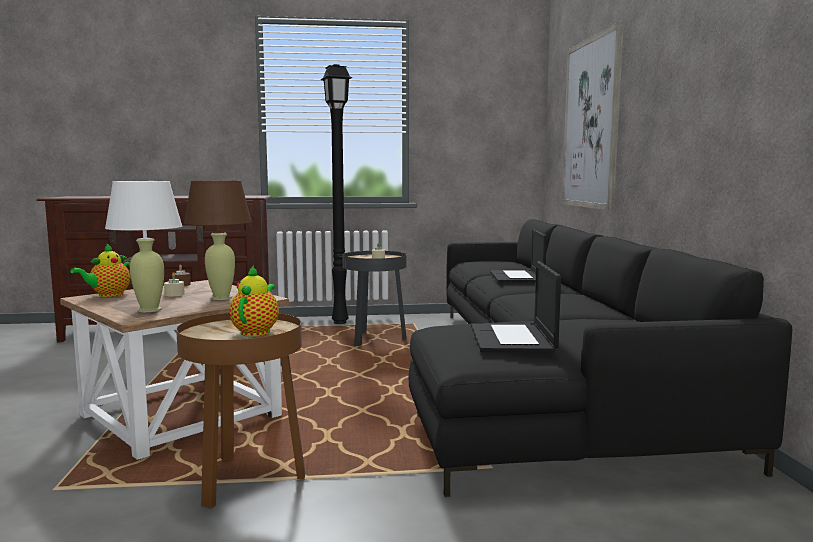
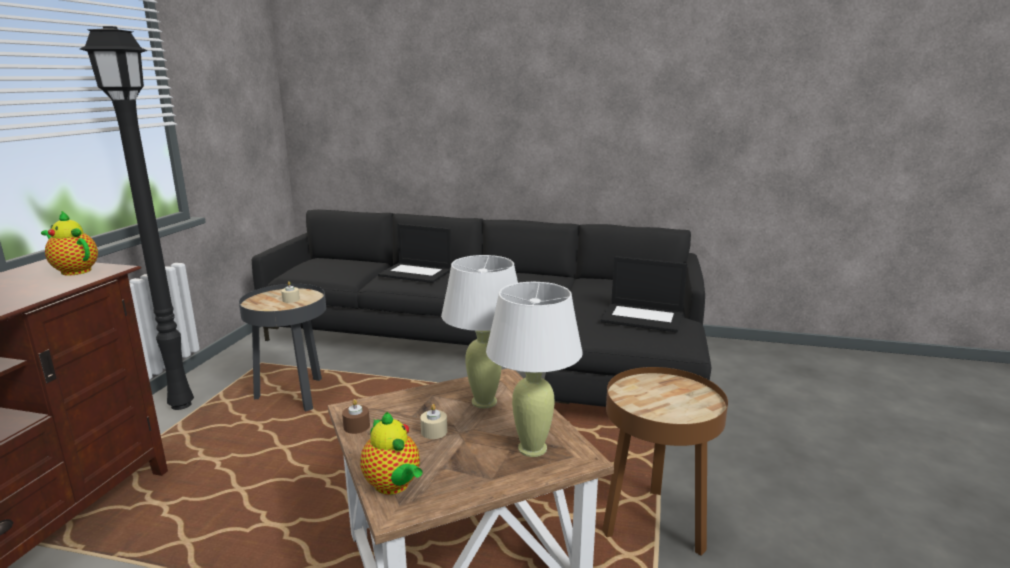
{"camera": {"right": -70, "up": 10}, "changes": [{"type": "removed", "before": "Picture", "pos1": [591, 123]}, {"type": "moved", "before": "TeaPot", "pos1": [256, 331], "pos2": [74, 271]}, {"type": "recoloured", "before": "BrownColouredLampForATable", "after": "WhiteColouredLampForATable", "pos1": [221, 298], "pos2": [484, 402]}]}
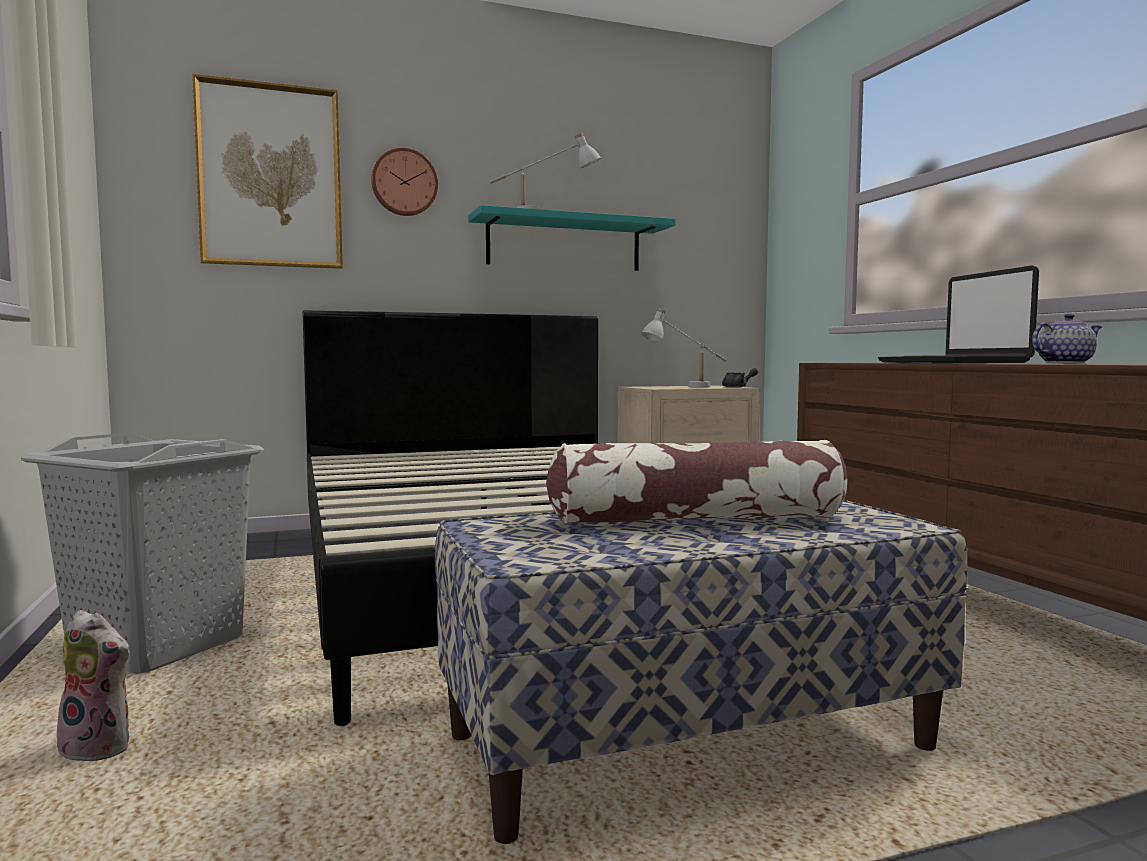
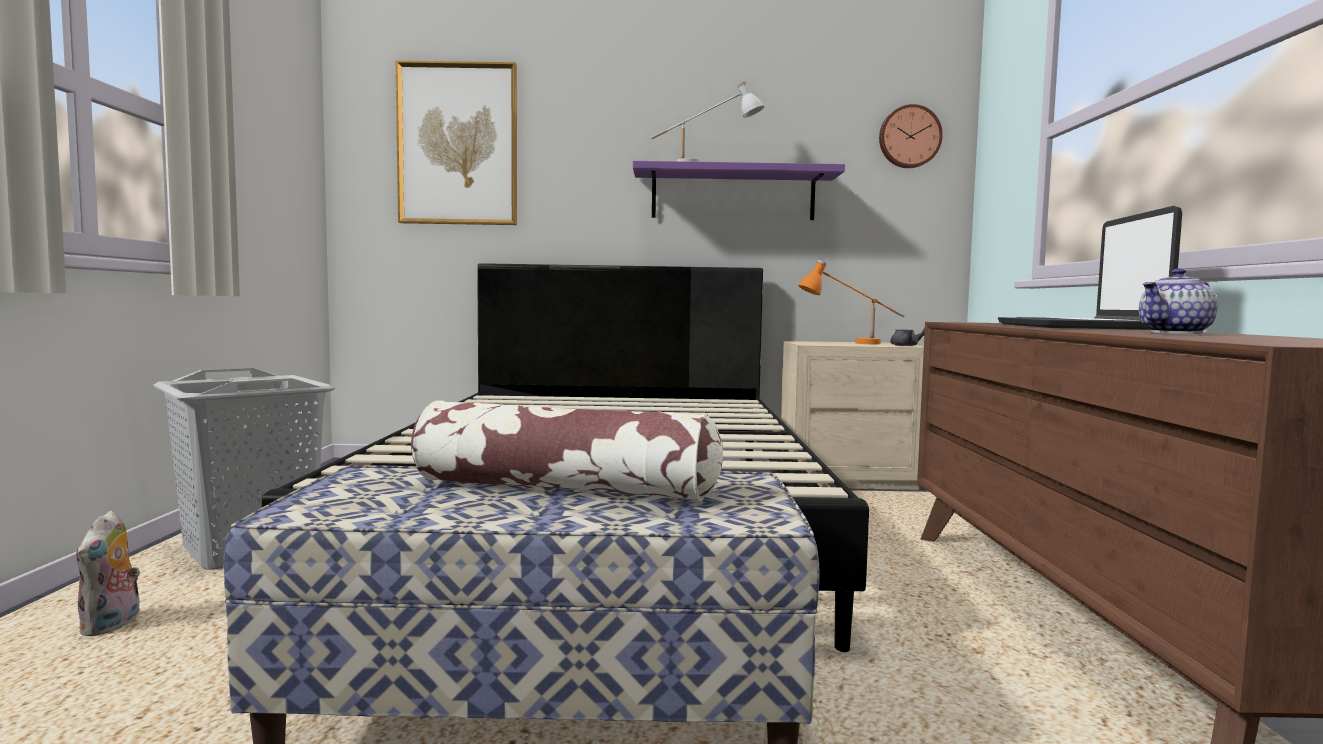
{"camera": {"right": 20, "up": 0}, "changes": [{"type": "moved", "before": "WallClock", "pos1": [404, 183], "pos2": [909, 137]}, {"type": "recoloured", "before": "BlueGreenBracketShelf", "after": "PurpleColouredBracketShelf", "pos1": [564, 244], "pos2": [733, 195]}, {"type": "recoloured", "before": "WhiteColouredLampForATable", "after": "OrangeColouredLampForATable", "pos1": [685, 387], "pos2": [850, 343]}, {"type": "turned", "before": "PlushToy", "pos1": [102, 749], "pos2": [112, 627], "turn": 45}, {"type": "turned", "before": "TeaPot", "pos1": [1064, 363], "pos2": [1176, 333], "turn": 150}]}
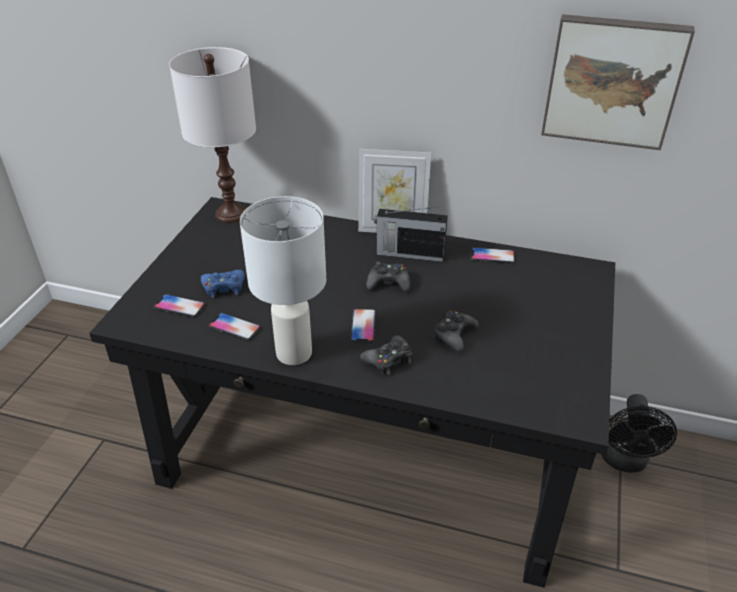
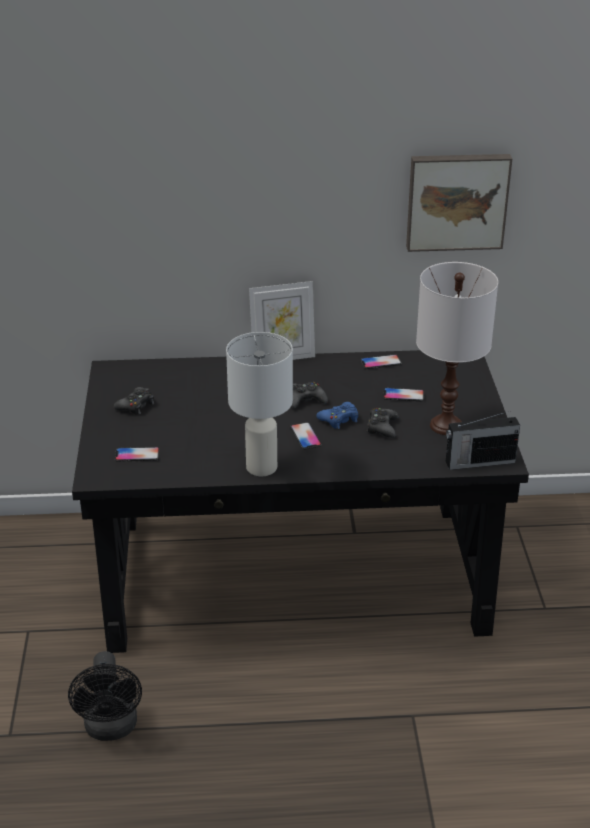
{"camera": {"right": -20, "up": -5}, "changes": [{"type": "moved", "before": "WhiteColouredLampForATable", "pos1": [231, 214], "pos2": [447, 425]}, {"type": "moved", "before": "BlueGamepad", "pos1": [224, 287], "pos2": [339, 419]}, {"type": "moved", "before": "Handset", "pos1": [234, 327], "pos2": [403, 395]}, {"type": "moved", "before": "BlackGamepad", "pos1": [388, 360], "pos2": [136, 405]}, {"type": "moved", "before": "Radio", "pos1": [409, 253], "pos2": [478, 462]}, {"type": "moved", "before": "BlackCoolingFan", "pos1": [624, 461], "pos2": [111, 729]}]}
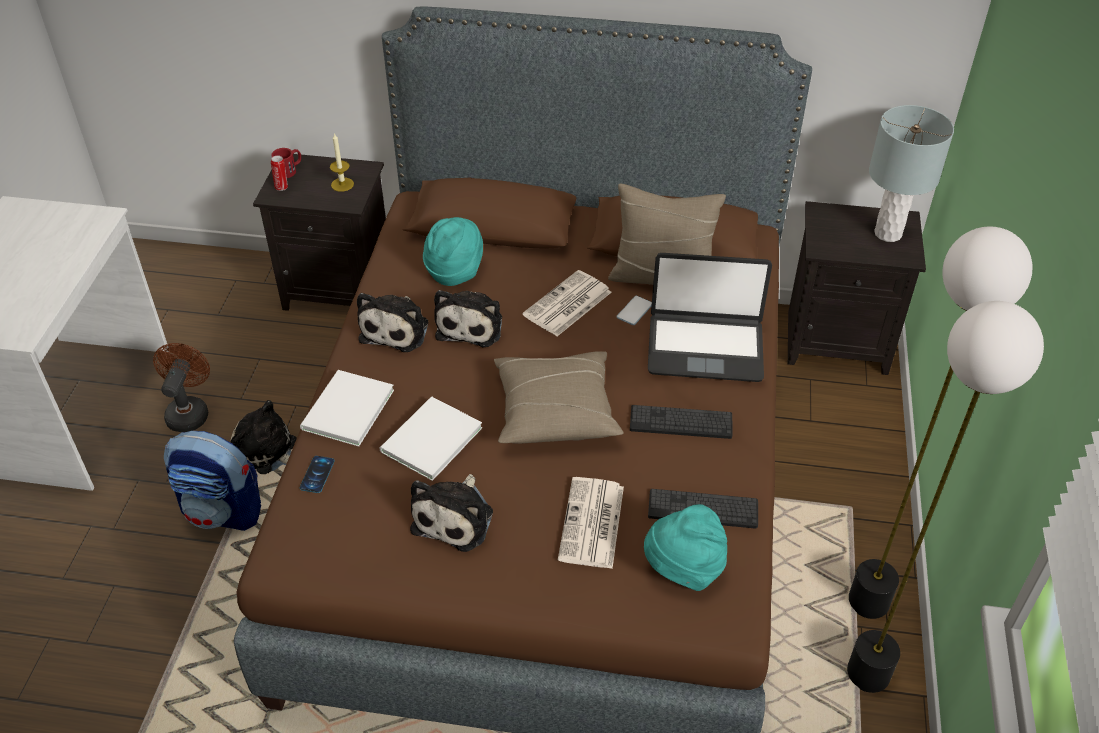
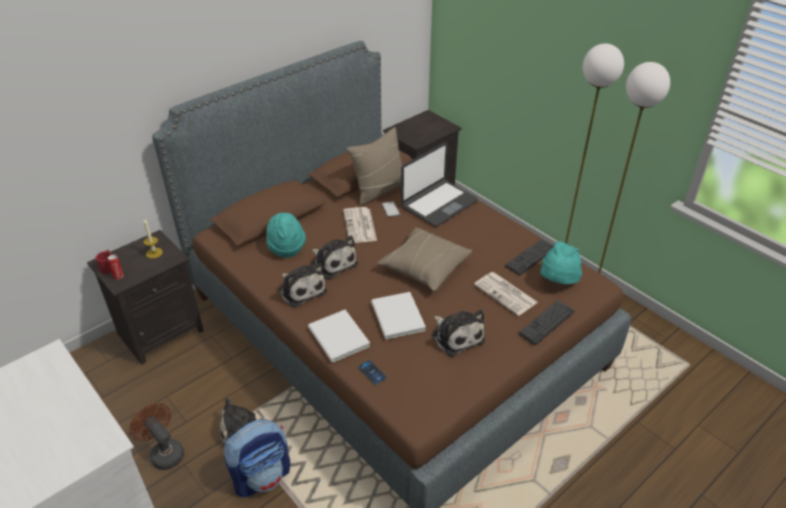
{"camera": {"right": -50, "up": -5}, "changes": [{"type": "removed", "before": "GreyLampForATable", "pos1": [888, 233]}, {"type": "moved", "before": "ComputerKeyboard", "pos1": [681, 422], "pos2": [546, 322]}]}
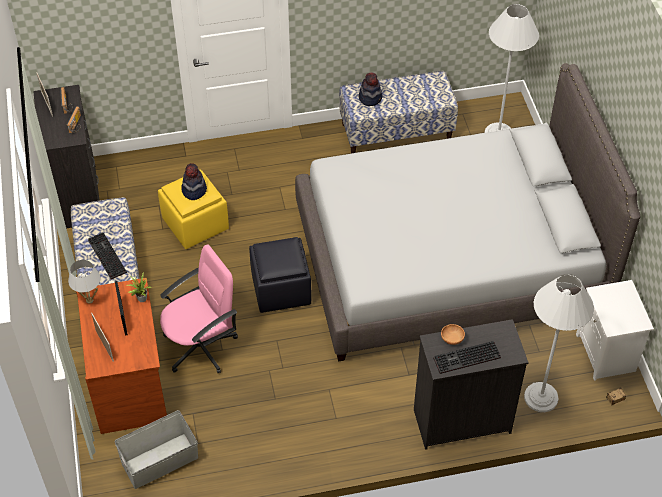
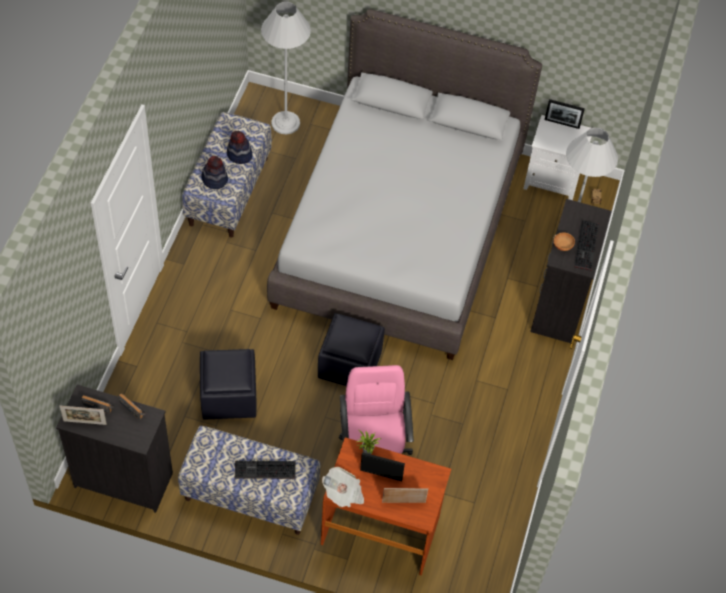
{"camera": {"right": -65, "up": 5}, "changes": [{"type": "removed", "before": "GreyStorageBox", "pos1": [159, 460]}, {"type": "added", "after": "PhotoFrame", "pos2": [562, 123]}, {"type": "moved", "before": "Hat", "pos1": [194, 190], "pos2": [239, 155]}, {"type": "replaced", "before": "WhiteColouredLampForATable", "after": "DailyPaper", "pos1": [89, 300], "pos2": [343, 493]}, {"type": "recoloured", "before": "YellowColouredPouffe", "after": "BlackPouffe", "pos1": [195, 223], "pos2": [228, 396]}]}
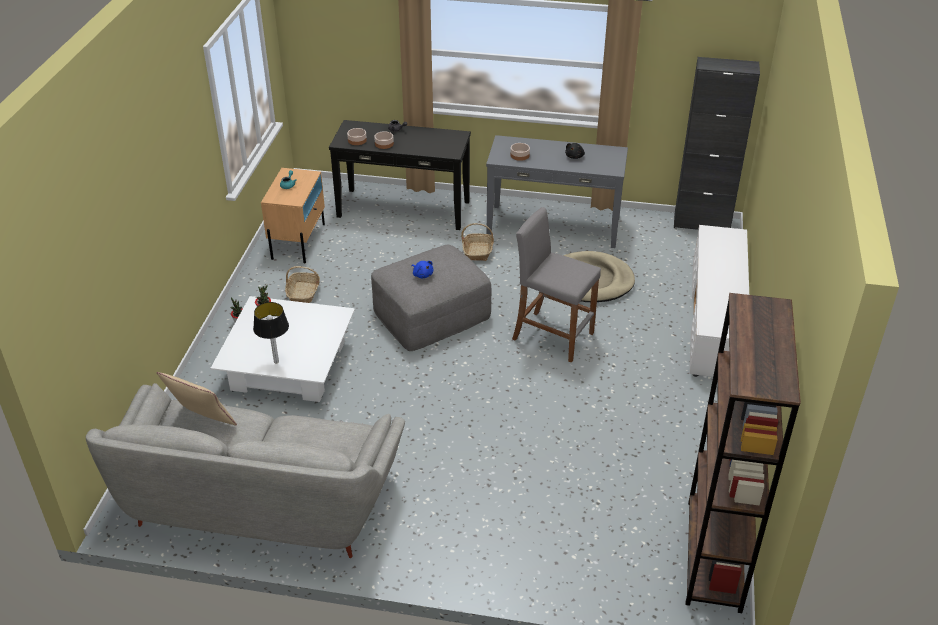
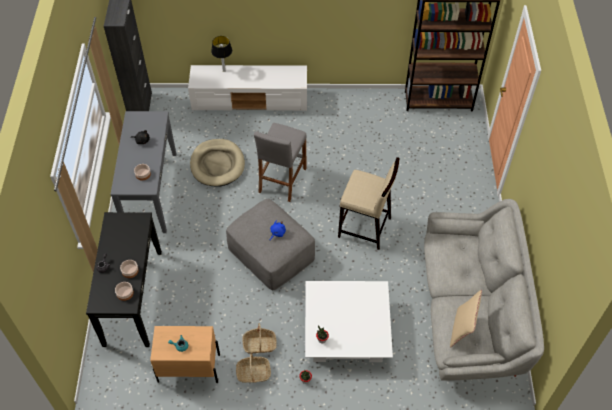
{"camera": {"right": -100, "up": 15}, "changes": [{"type": "added", "after": "BeigeColouredSittingStool", "pos2": [365, 228]}, {"type": "moved", "before": "LampForATable", "pos1": [276, 361], "pos2": [224, 70]}, {"type": "moved", "before": "HouseholdBasket", "pos1": [478, 251], "pos2": [253, 373]}]}
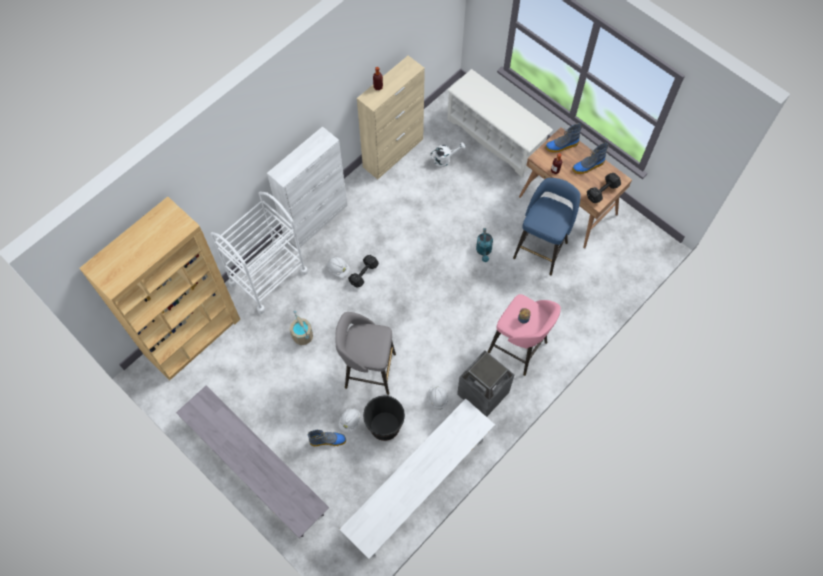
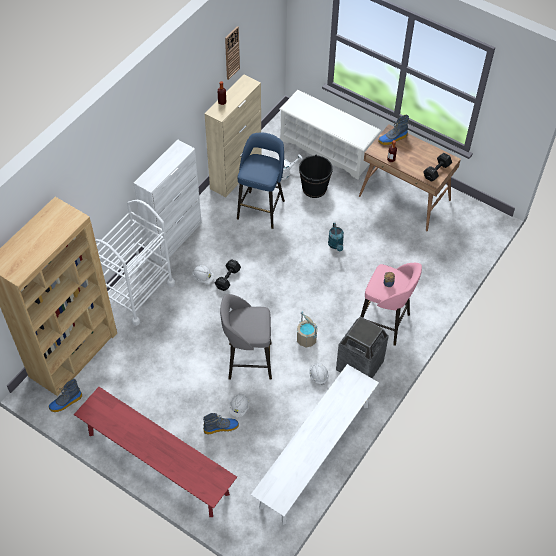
{"camera": {"right": -10, "up": -10}, "changes": [{"type": "added", "after": "WallClock", "pos2": [232, 53]}, {"type": "moved", "before": "BeigeColouredBucket", "pos1": [303, 336], "pos2": [306, 339]}, {"type": "moved", "before": "BlackBucket", "pos1": [385, 426], "pos2": [314, 188]}, {"type": "moved", "before": "BlueSittingStool", "pos1": [541, 249], "pos2": [261, 208]}, {"type": "moved", "before": "HighTopBoot", "pos1": [588, 166], "pos2": [65, 402]}, {"type": "recoloured", "before": "GreyIndoorBench", "after": "ReddishIndoorBench", "pos1": [257, 470], "pos2": [157, 463]}]}
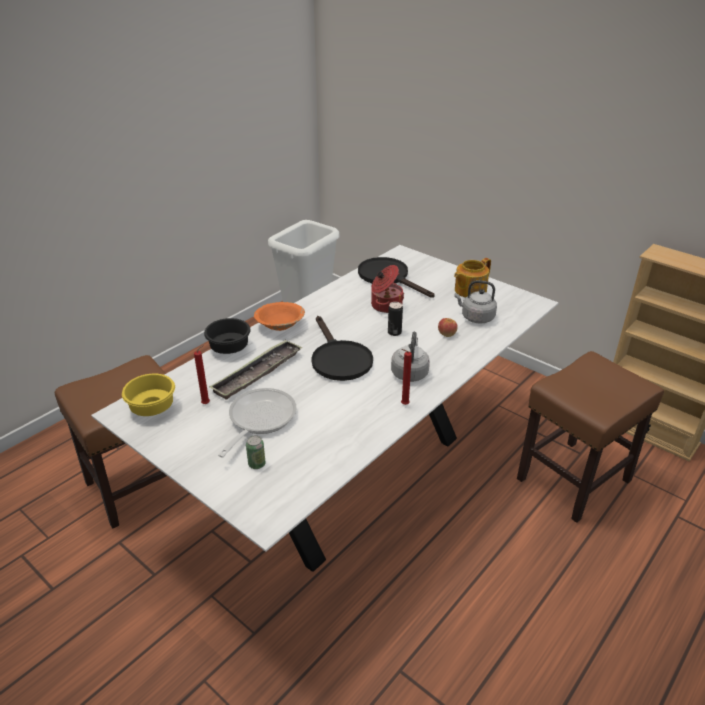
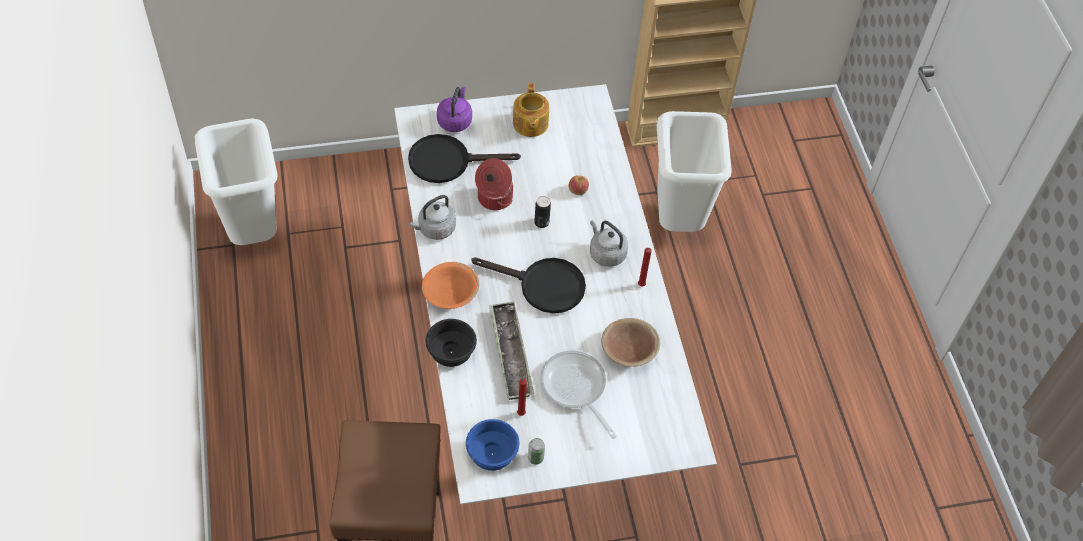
{"camera": {"right": -55, "up": 20}, "changes": [{"type": "added", "after": "PurpleColouredWaterKettle", "pos2": [455, 120]}, {"type": "added", "after": "BrownColouredDeepDish", "pos2": [628, 350]}, {"type": "moved", "before": "Can", "pos1": [257, 464], "pos2": [535, 458]}, {"type": "moved", "before": "GreyWaterKettle", "pos1": [475, 317], "pos2": [435, 229]}, {"type": "replaced", "before": "BrownColouredSittingStool", "after": "WhiteColouredTrashCan", "pos1": [573, 480], "pos2": [677, 222]}, {"type": "recoloured", "before": "YellowColouredDeepDish", "after": "BlueDeepDish", "pos1": [153, 407], "pos2": [491, 453]}]}
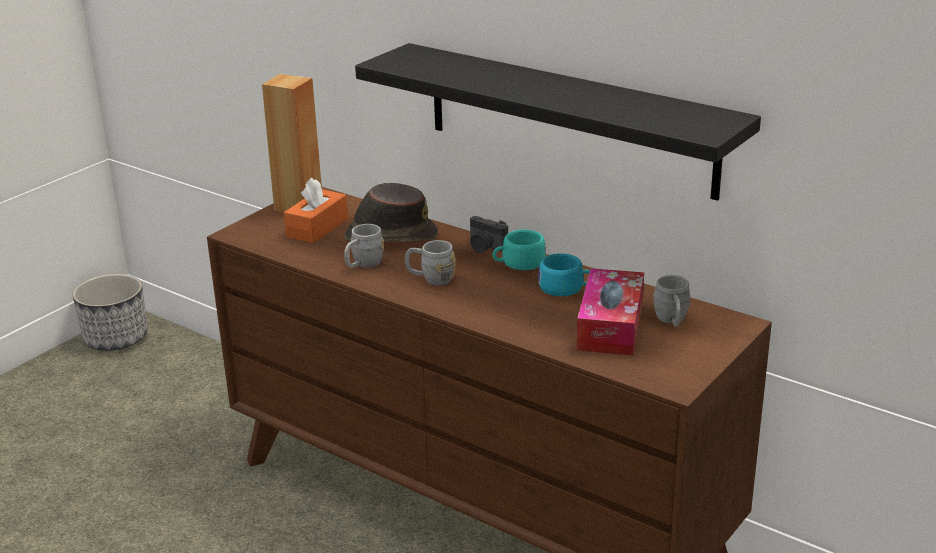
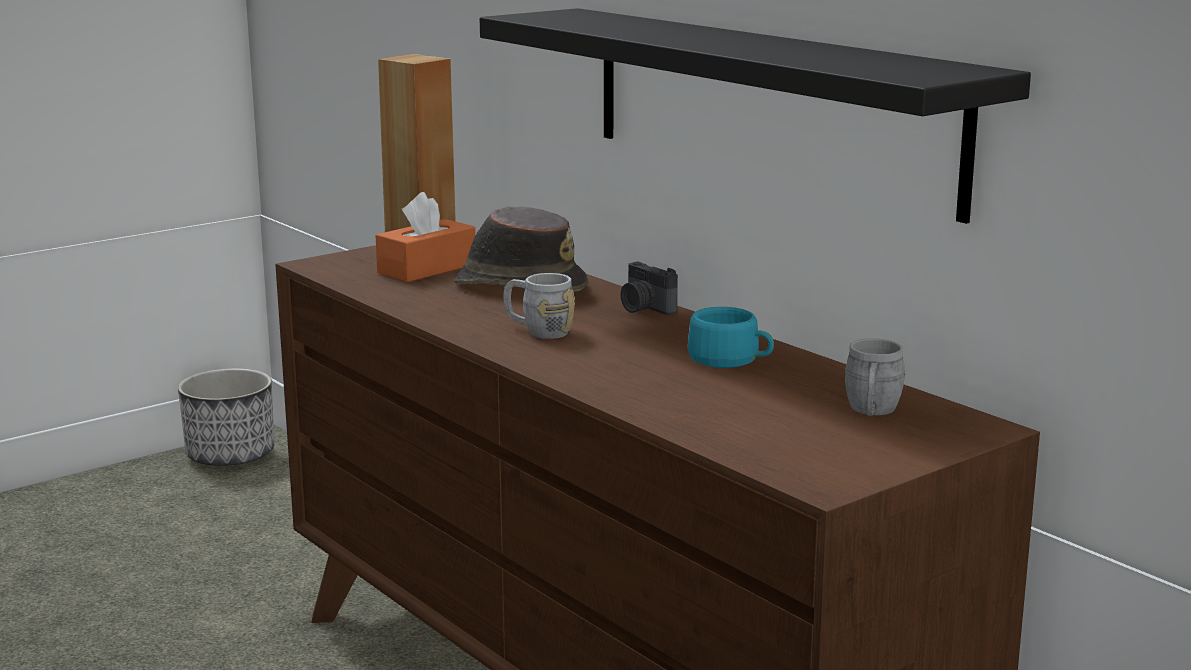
{"camera": {"right": 15, "up": -10}, "changes": [{"type": "removed", "before": "GreyMug", "pos1": [363, 265]}, {"type": "removed", "before": "BlueGreenDrinkingCup", "pos1": [518, 263]}, {"type": "removed", "before": "BoxOfTissues", "pos1": [610, 326]}]}
